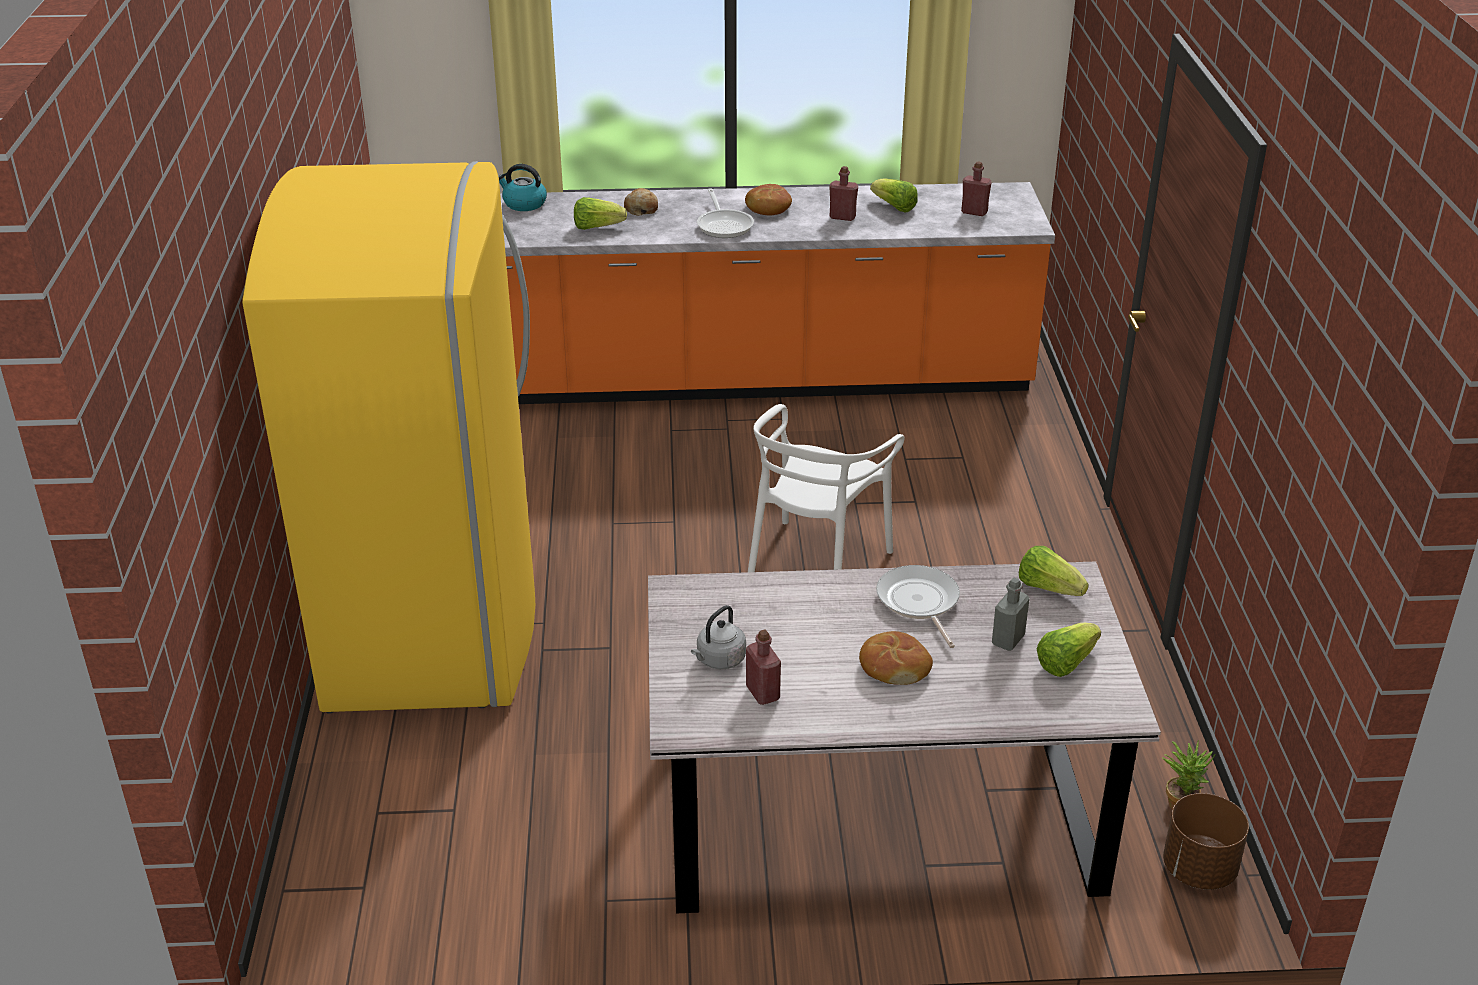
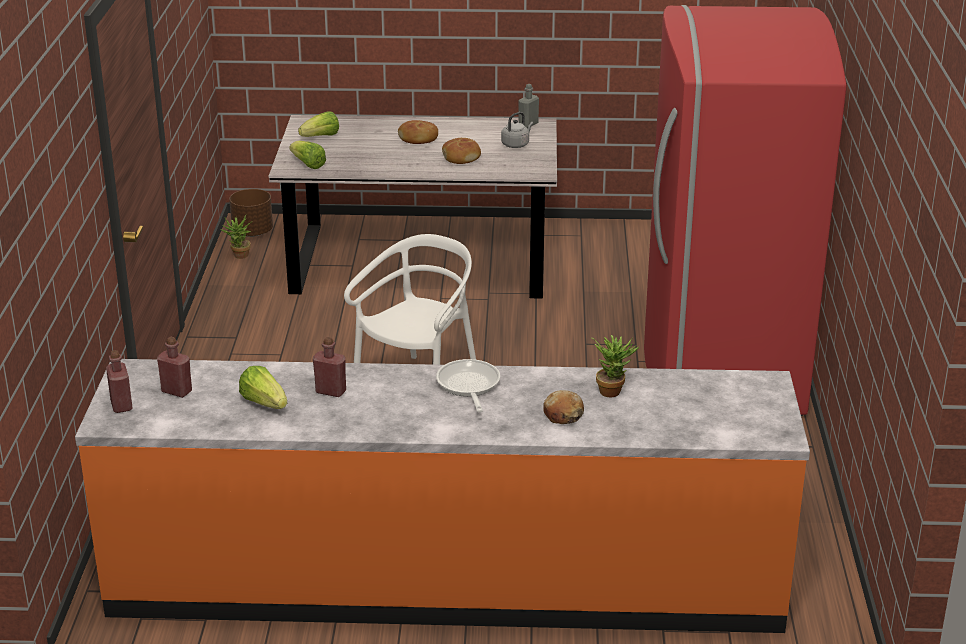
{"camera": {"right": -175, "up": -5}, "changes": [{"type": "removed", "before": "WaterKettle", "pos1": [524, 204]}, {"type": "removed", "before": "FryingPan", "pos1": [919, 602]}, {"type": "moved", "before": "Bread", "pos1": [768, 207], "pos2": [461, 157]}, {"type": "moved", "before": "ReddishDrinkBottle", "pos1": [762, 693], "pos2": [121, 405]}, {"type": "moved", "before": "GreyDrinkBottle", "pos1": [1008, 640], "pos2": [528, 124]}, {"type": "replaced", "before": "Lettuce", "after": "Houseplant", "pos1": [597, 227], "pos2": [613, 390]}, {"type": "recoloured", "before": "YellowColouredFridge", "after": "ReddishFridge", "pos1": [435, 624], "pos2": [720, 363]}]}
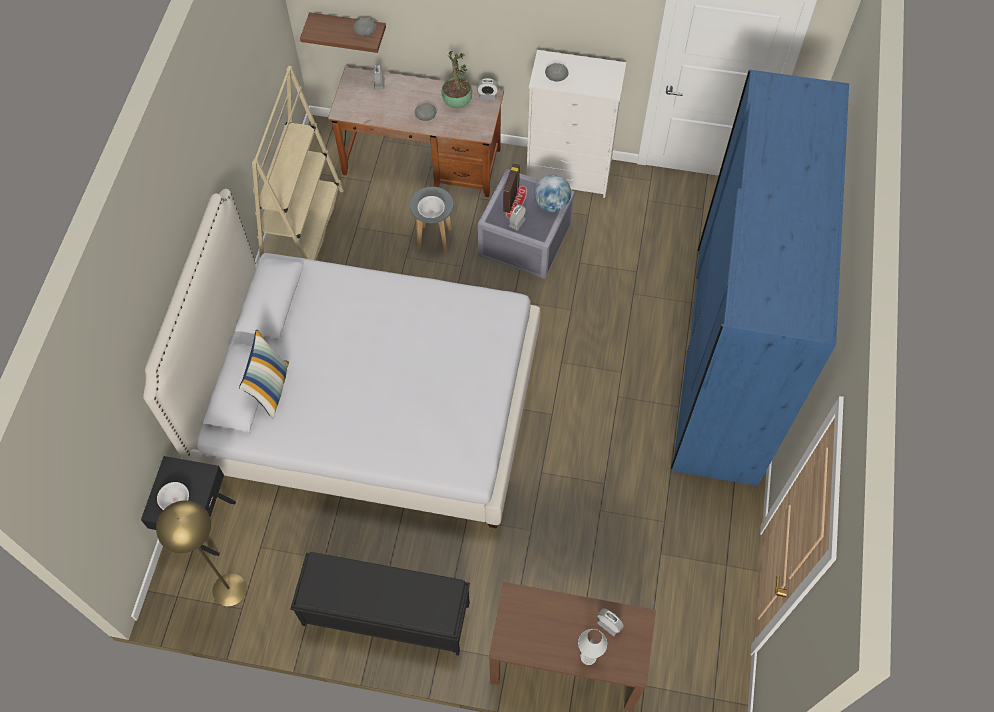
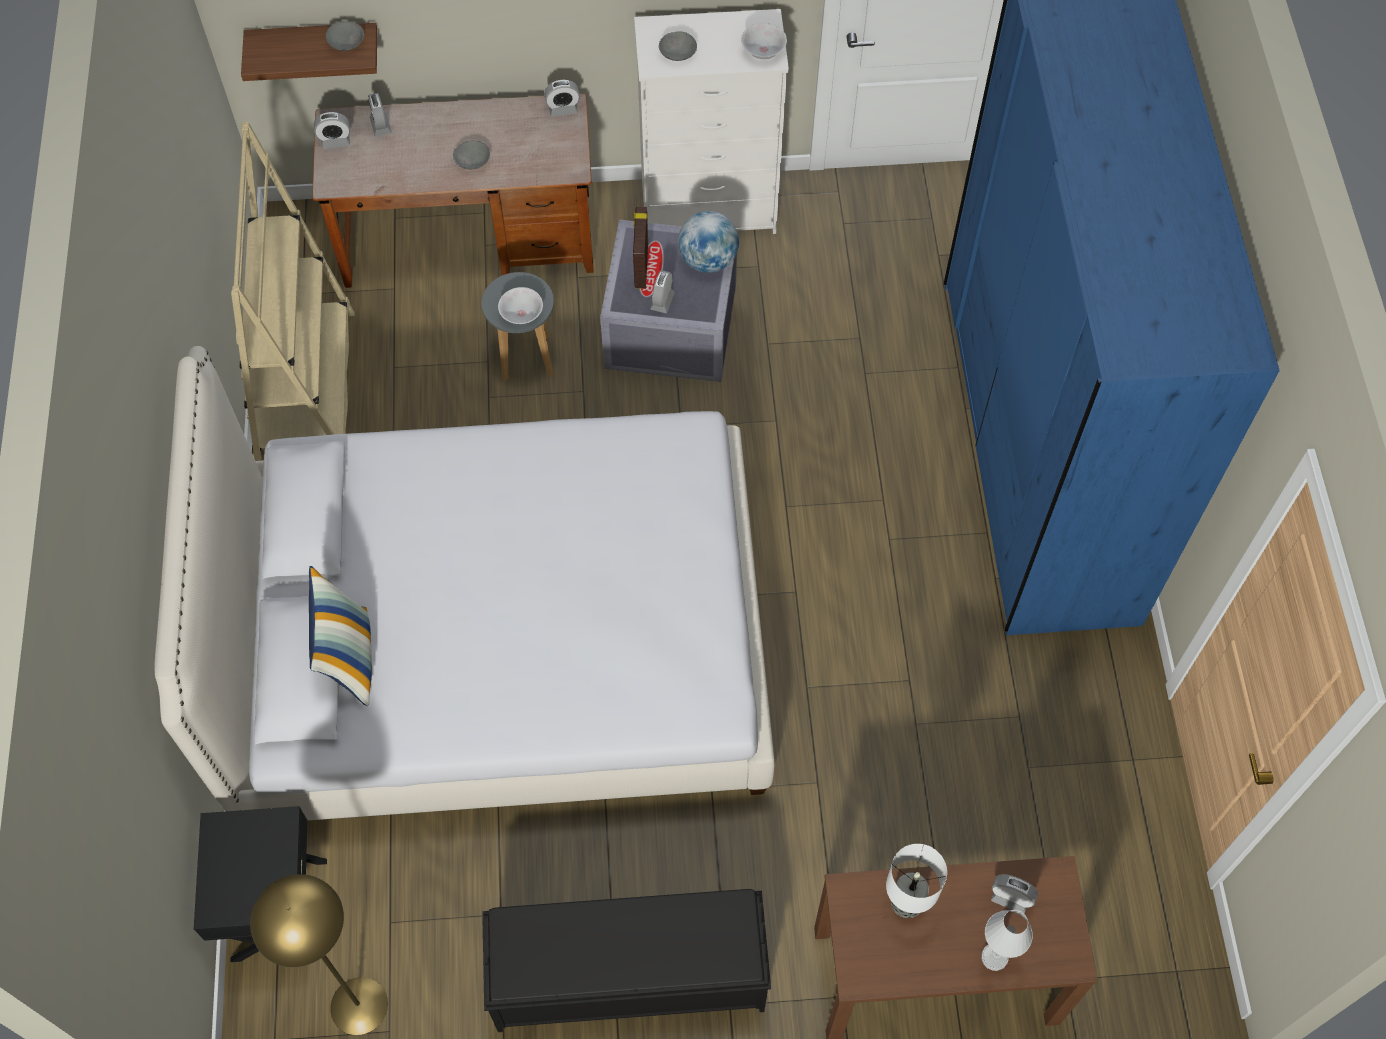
{"camera": {"right": -15, "up": 0}, "changes": [{"type": "removed", "before": "Houseplant", "pos1": [456, 102]}, {"type": "added", "after": "TableClock", "pos2": [335, 141]}, {"type": "added", "after": "LampForATable", "pos2": [906, 901]}, {"type": "moved", "before": "WhiteColouredDeepDish", "pos1": [175, 501], "pos2": [763, 52]}]}
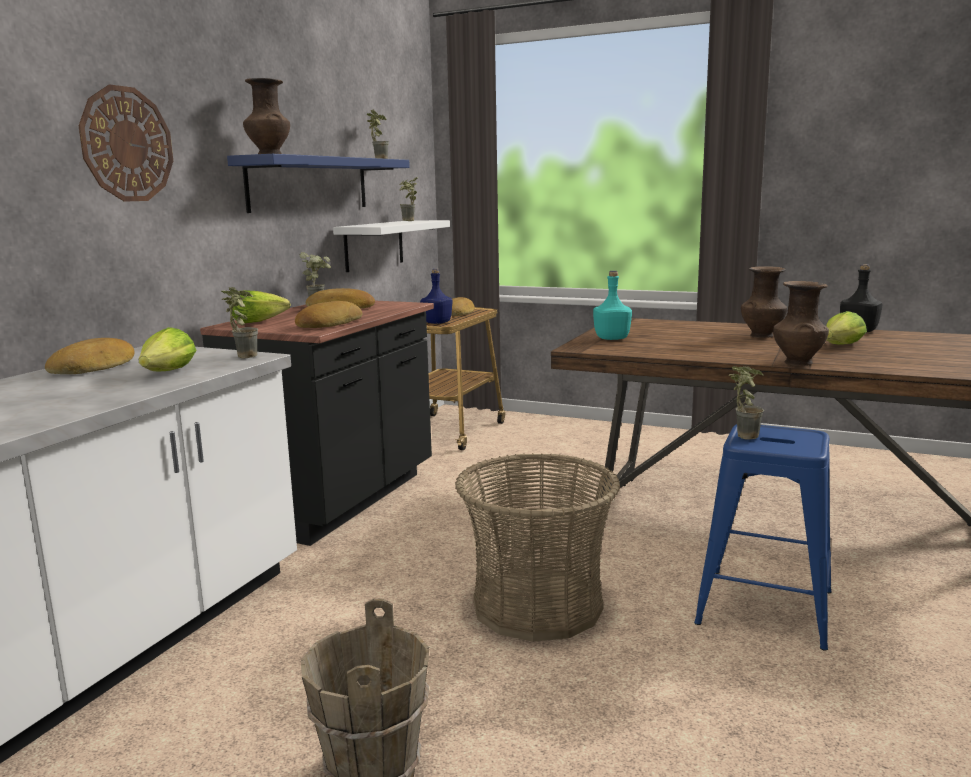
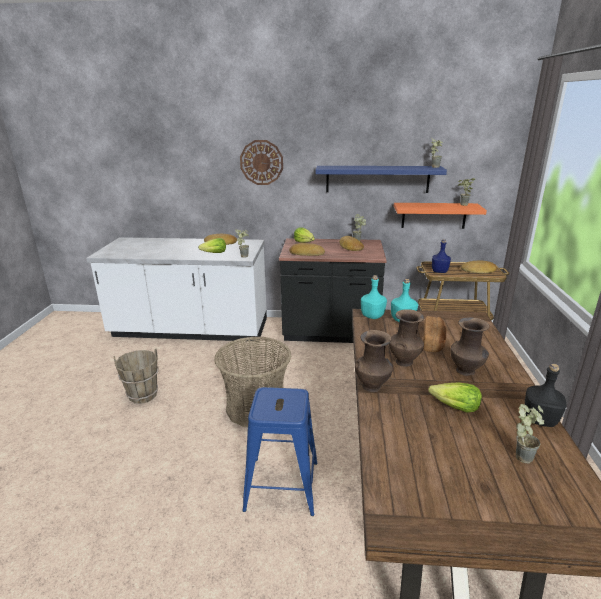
{"camera": {"right": 70, "up": 10}, "changes": [{"type": "added", "after": "BlueGreenDrinkBottle", "pos2": [372, 316]}, {"type": "added", "after": "Bread", "pos2": [433, 342]}, {"type": "moved", "before": "BrownColouredVase", "pos1": [268, 154], "pos2": [404, 361]}, {"type": "moved", "before": "Houseplant", "pos1": [741, 435], "pos2": [522, 454]}, {"type": "recoloured", "before": "WhiteColouredBracketShelf", "after": "OrangeColouredBracketShelf", "pos1": [374, 245], "pos2": [433, 215]}]}
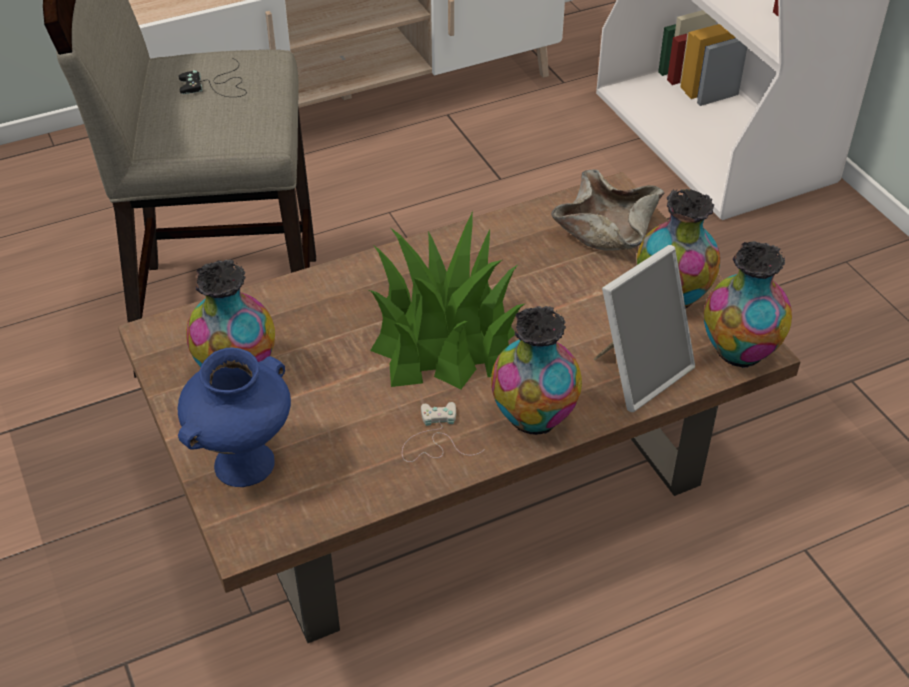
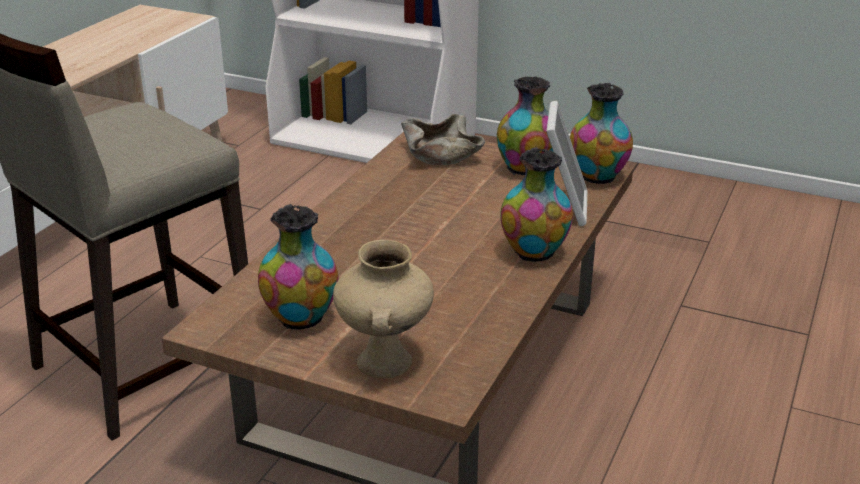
{"camera": {"right": -40, "up": -15}, "changes": [{"type": "removed", "before": "BlackGamepad", "pos1": [217, 86]}, {"type": "removed", "before": "Houseplant", "pos1": [444, 340]}, {"type": "removed", "before": "WhiteColouredGamepad", "pos1": [435, 438]}, {"type": "recoloured", "before": "BlueVase", "after": "BeigeColouredVase", "pos1": [244, 465], "pos2": [386, 362]}]}
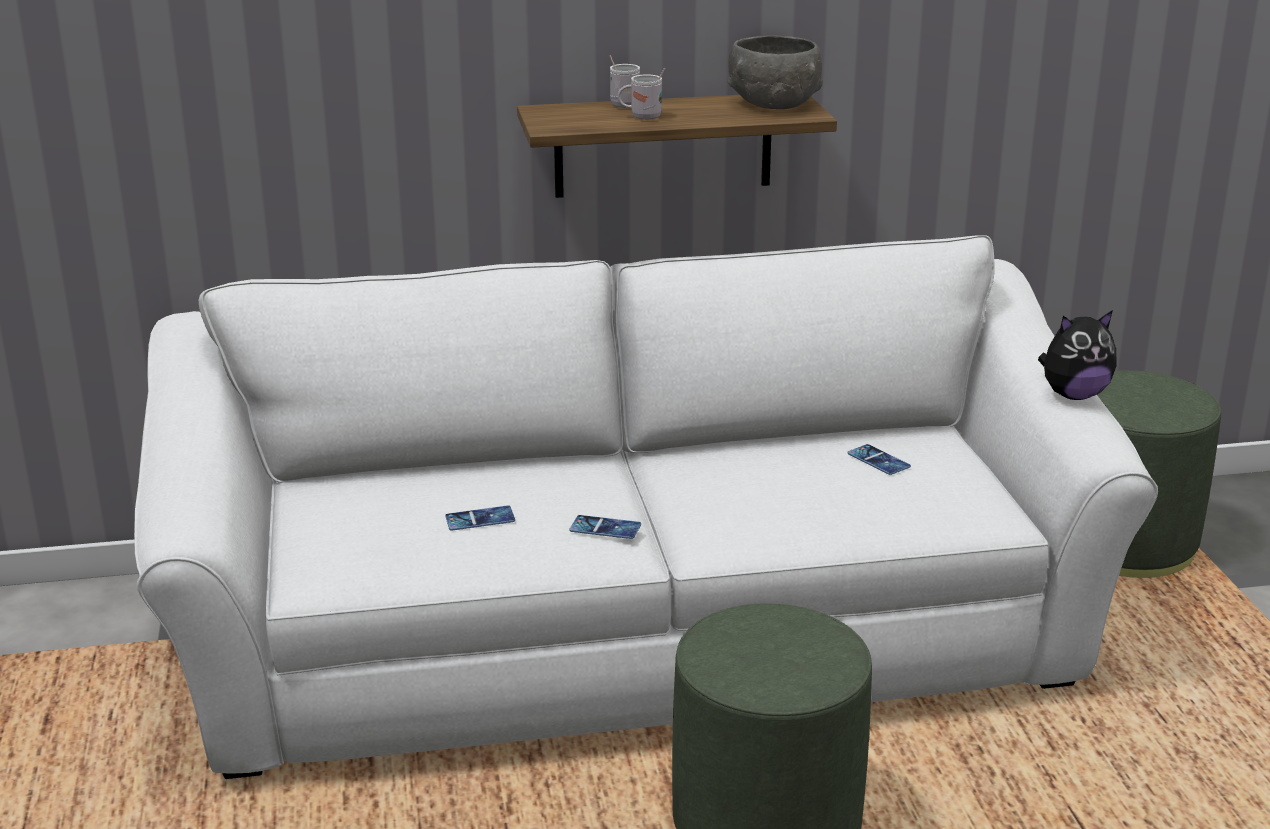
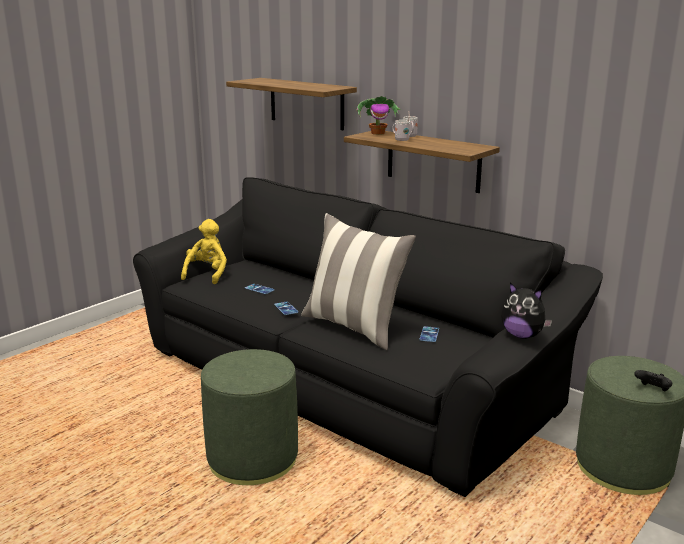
{"camera": {"right": 50, "up": -5}, "changes": [{"type": "removed", "before": "GreyDeepDish", "pos1": [773, 104]}, {"type": "added", "after": "YellowColouredPlushToy", "pos2": [207, 274]}, {"type": "added", "after": "BracketShelf", "pos2": [306, 103]}, {"type": "added", "after": "Pillow", "pos2": [354, 327]}, {"type": "added", "after": "Houseplant", "pos2": [378, 133]}, {"type": "added", "after": "BlackGamepad", "pos2": [652, 390]}, {"type": "recoloured", "before": "WhiteColouredCouch", "after": "BlackCouch", "pos1": [635, 632], "pos2": [343, 381]}]}
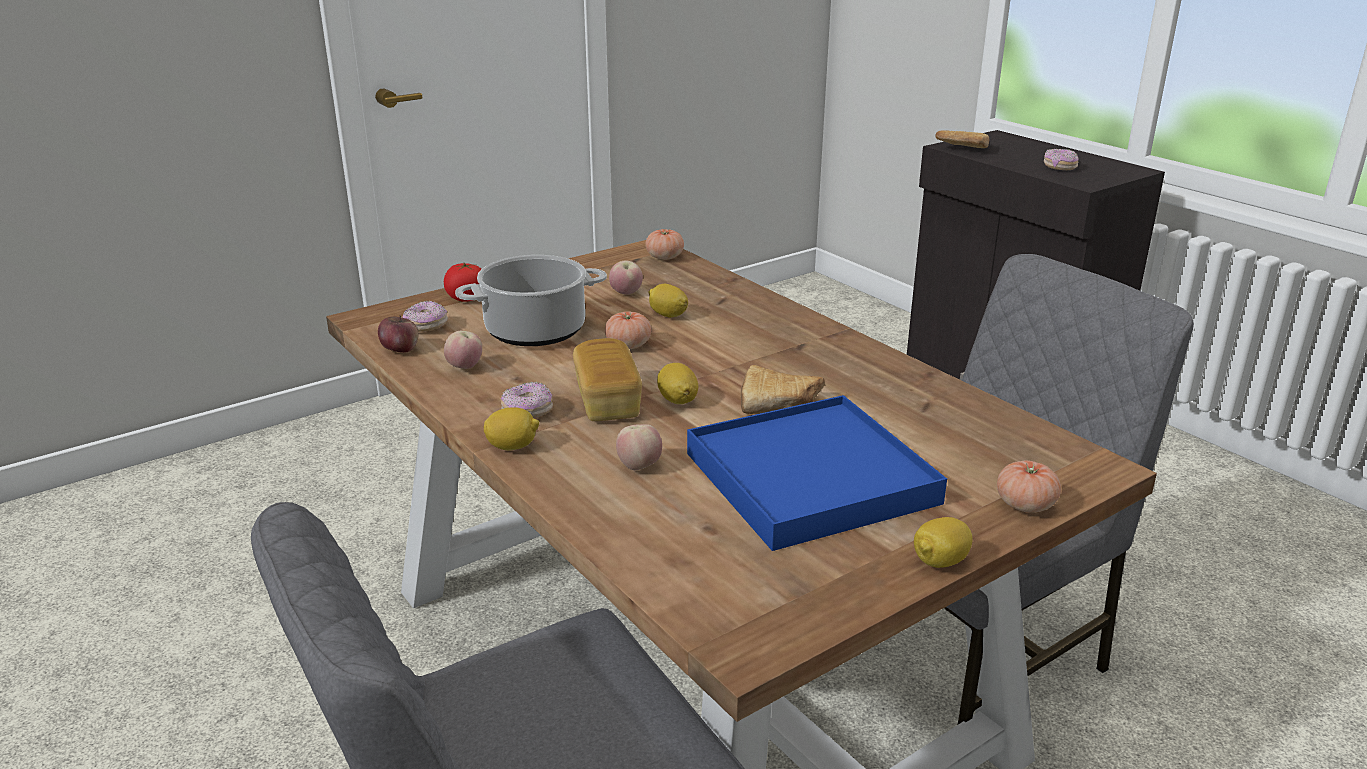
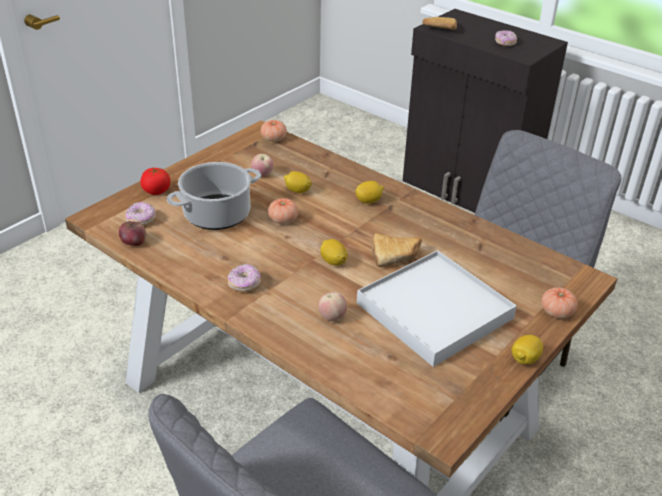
{"camera": {"right": -15, "up": 10}, "changes": [{"type": "removed", "before": "AppleFruit", "pos1": [465, 368]}, {"type": "removed", "before": "Bread", "pos1": [607, 401]}, {"type": "moved", "before": "CitrusFruit", "pos1": [512, 446], "pos2": [368, 201]}, {"type": "recoloured", "before": "BlueServingTray", "after": "WhiteColouredServingTray", "pos1": [809, 478], "pos2": [434, 311]}]}
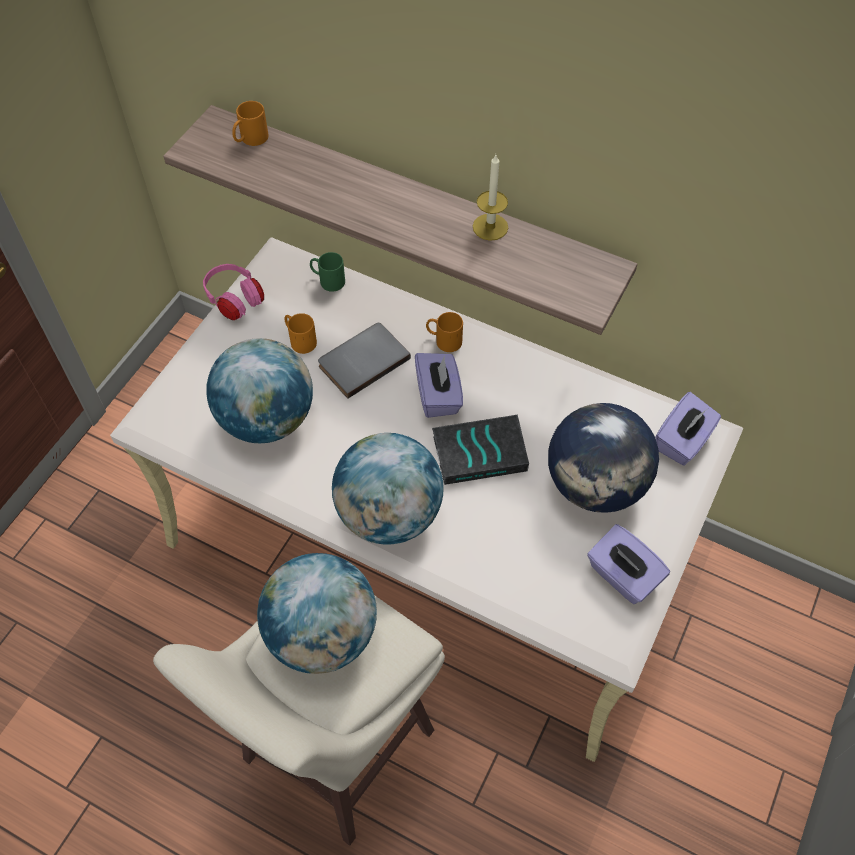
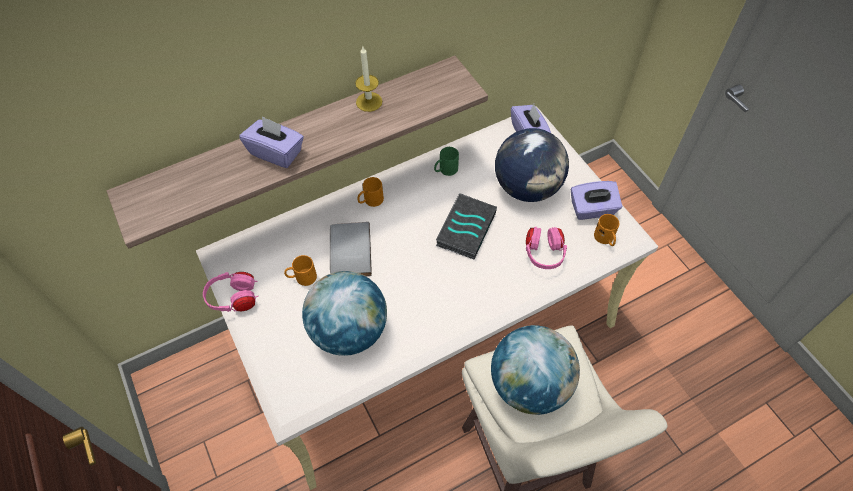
{"camera": {"right": -55, "up": 0}, "changes": [{"type": "removed", "before": "DeskGlobe", "pos1": [389, 514]}, {"type": "added", "after": "PinkishHeadphones", "pos2": [543, 254]}, {"type": "moved", "before": "OrangeColouredMug", "pos1": [250, 140], "pos2": [605, 239]}, {"type": "moved", "before": "GreenMug", "pos1": [327, 280], "pos2": [445, 170]}, {"type": "moved", "before": "PurpleColouredBoxOfTissues", "pos1": [438, 396], "pos2": [276, 152]}]}
